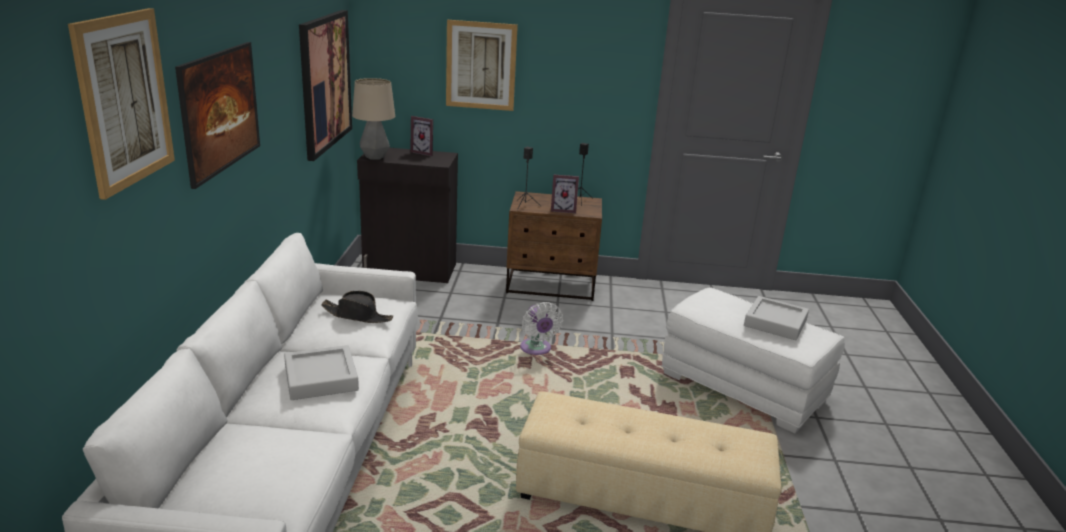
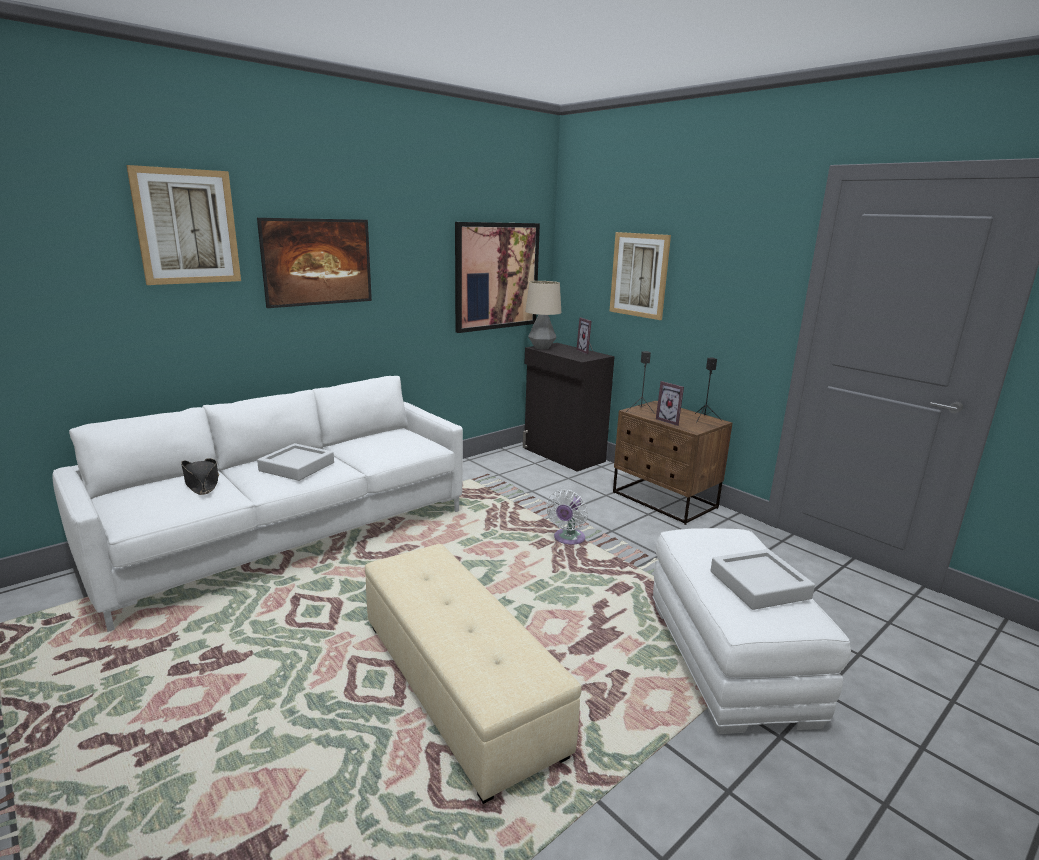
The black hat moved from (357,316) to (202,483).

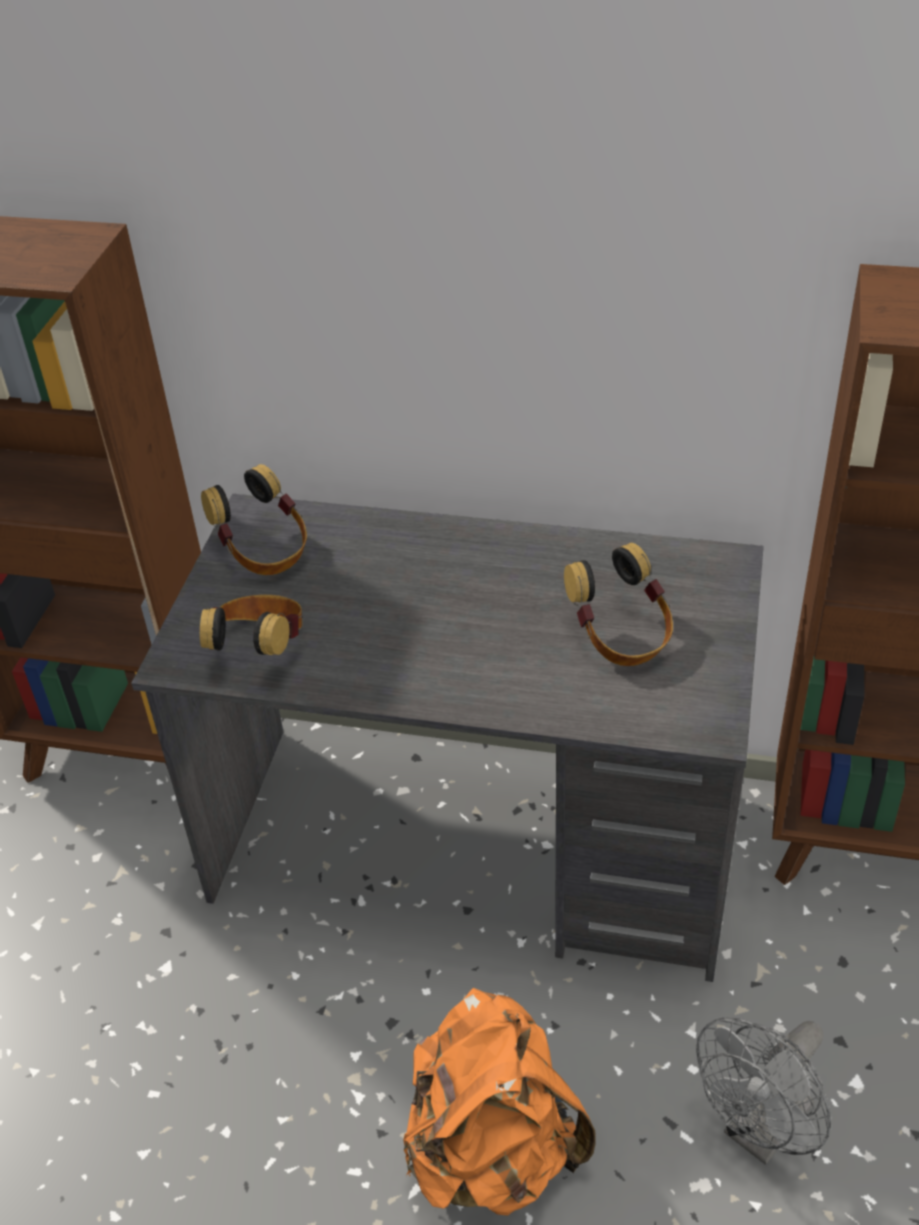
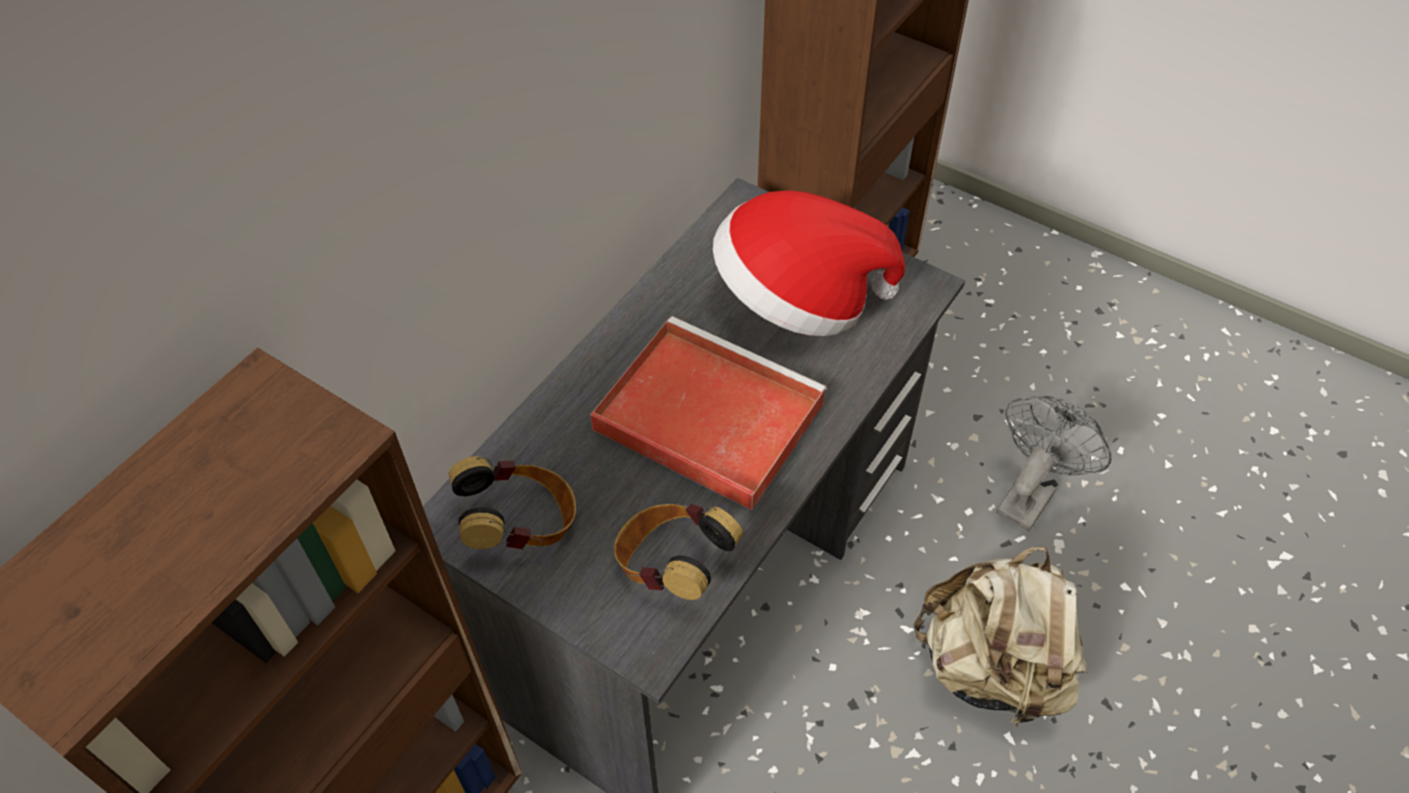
The red tray at (704,415) appeared.
The pair of headphones at (621,637) was replaced by the hat at (798,300).
The orange rucksack at (493,1149) became the beige-coloured rucksack at (992,668).
The greyish cooling fan at (761,1132) turned 120 degrees counterclockwise.

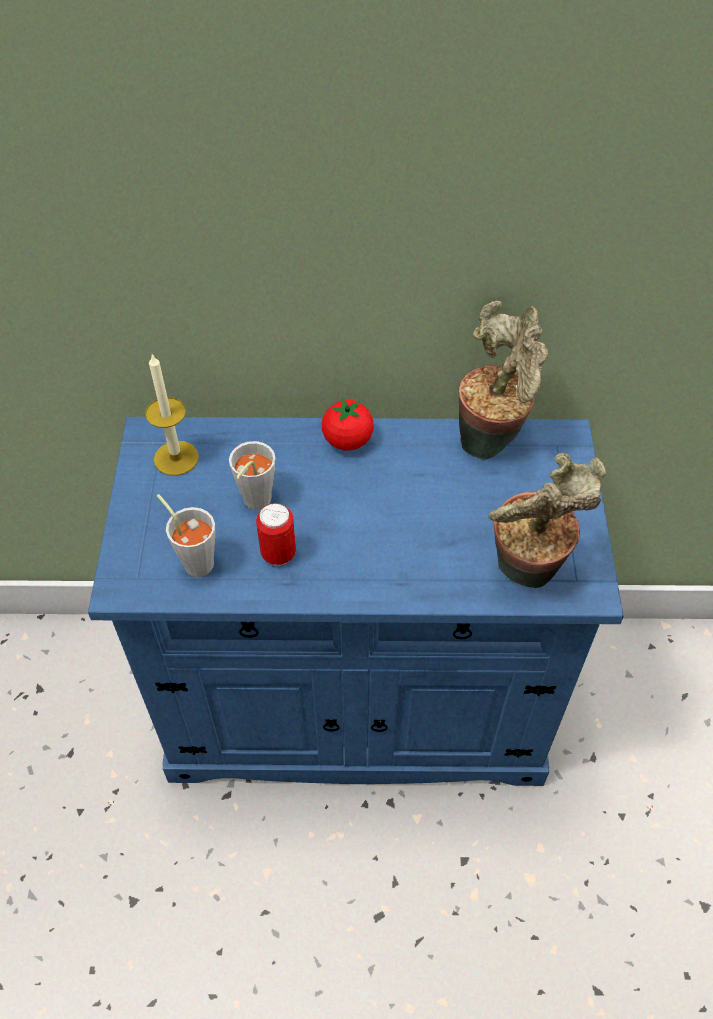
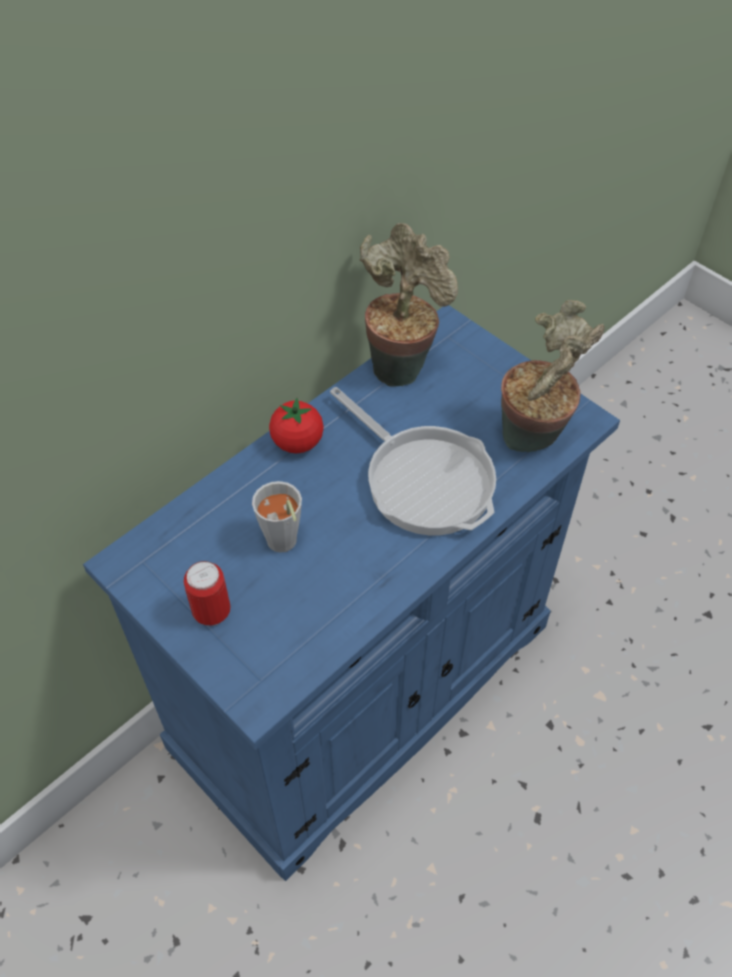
The sealed can moved from (278,554) to (212,612).
The pan at (423,479) appeared.
The wax light at (176,458) disappeared.
The greyish drinking cup at (195,560) disappeared.

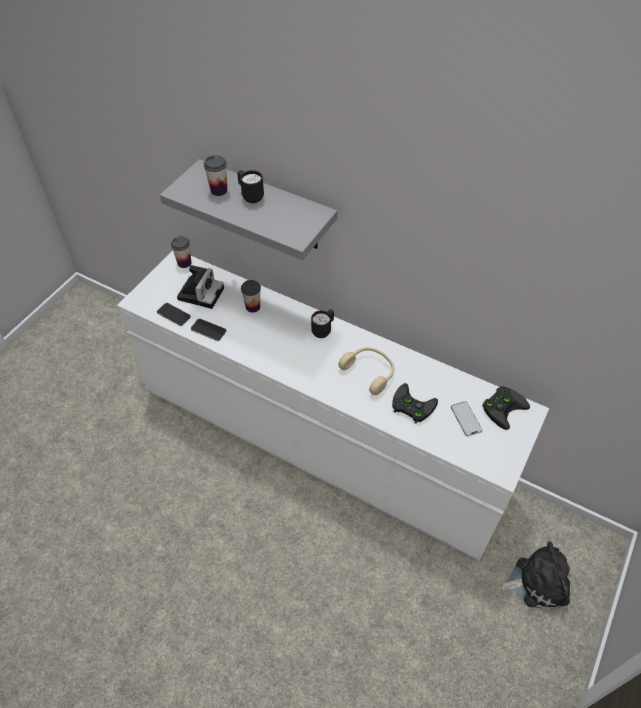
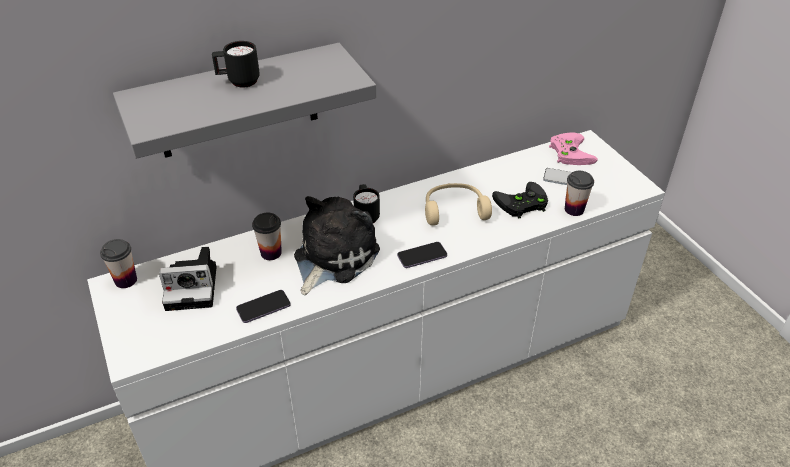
The still camera at (201,292) turned 120 degrees clockwise.
The plush toy moved from (537,581) to (332,257).
The handset moved from (174,315) to (422,256).
The black joypad at (503,407) became the pink joypad at (569,152).
The drinking cup moved from (219,190) to (574,209).

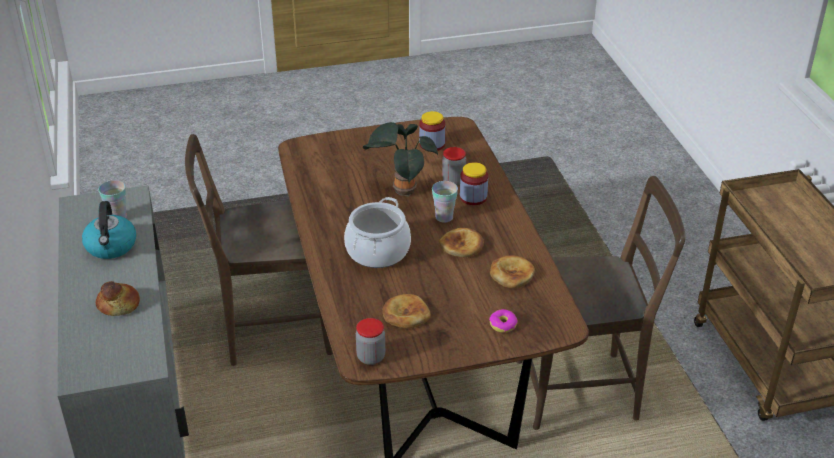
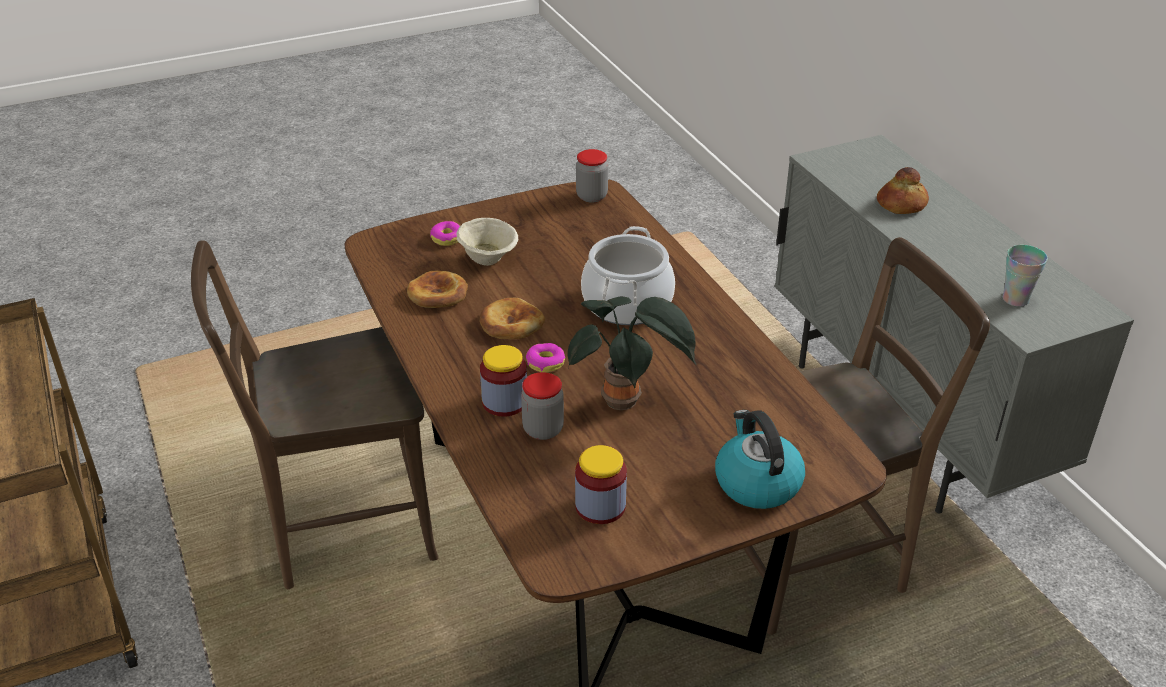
The beige-coloured serving bowl at (488,259) appeared.
The drinking cup at (444,217) was replaced by the ring doughnut at (545,363).
The water kettle moved from (111,247) to (756,482).
The baked bread at (405,314) disappeared.

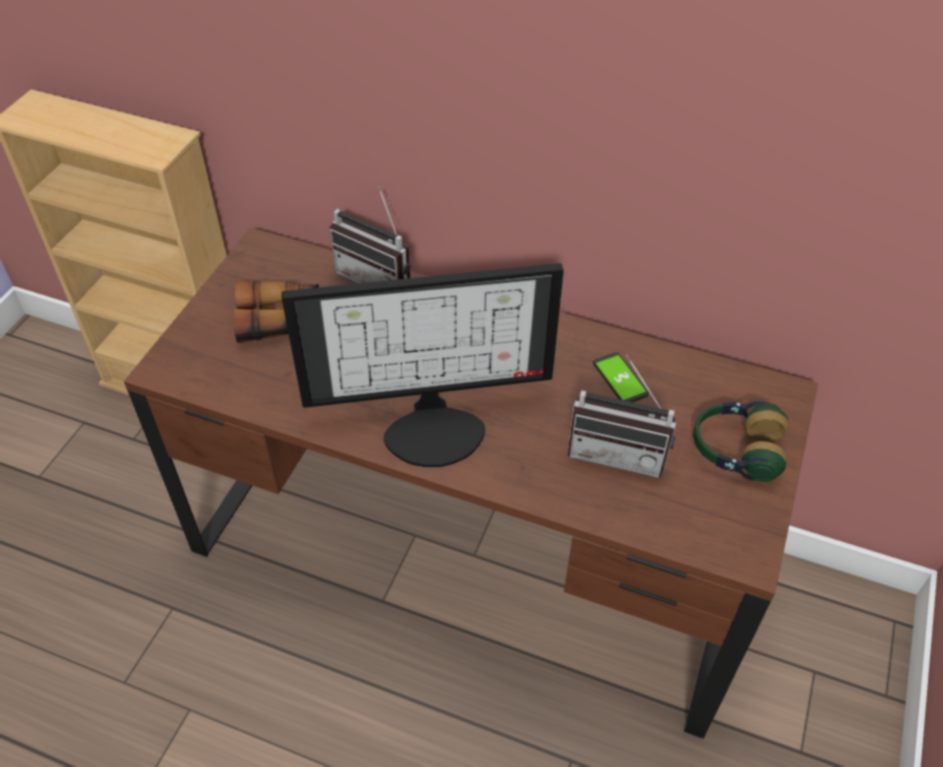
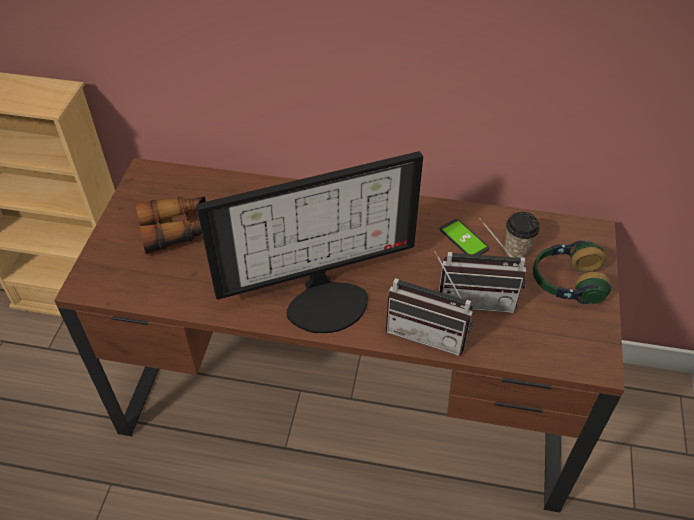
The radio moved from (380,278) to (429,330).
The drinking cup at (516,250) appeared.

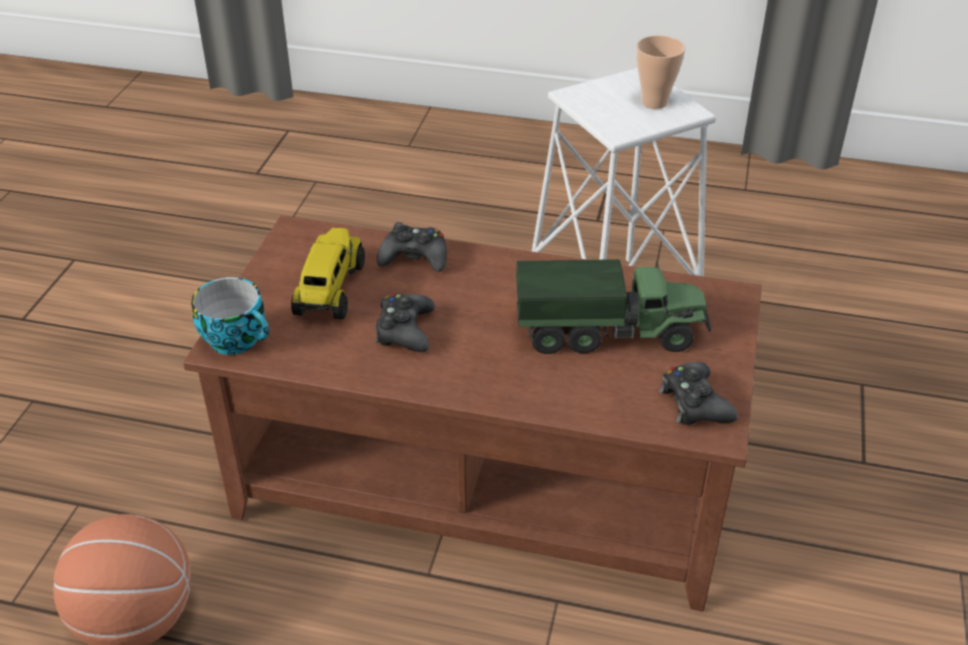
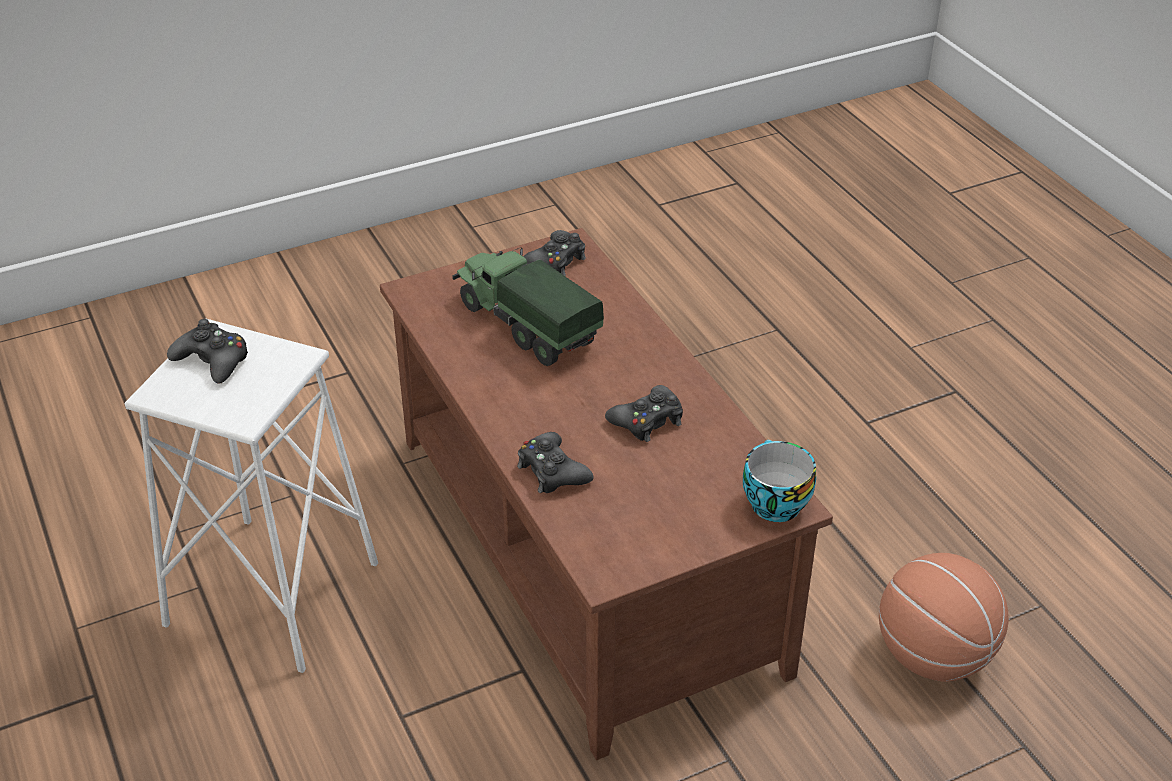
The drinking cup at (654,102) was replaced by the black joypad at (212,361).
The model truck at (329,290) disappeared.

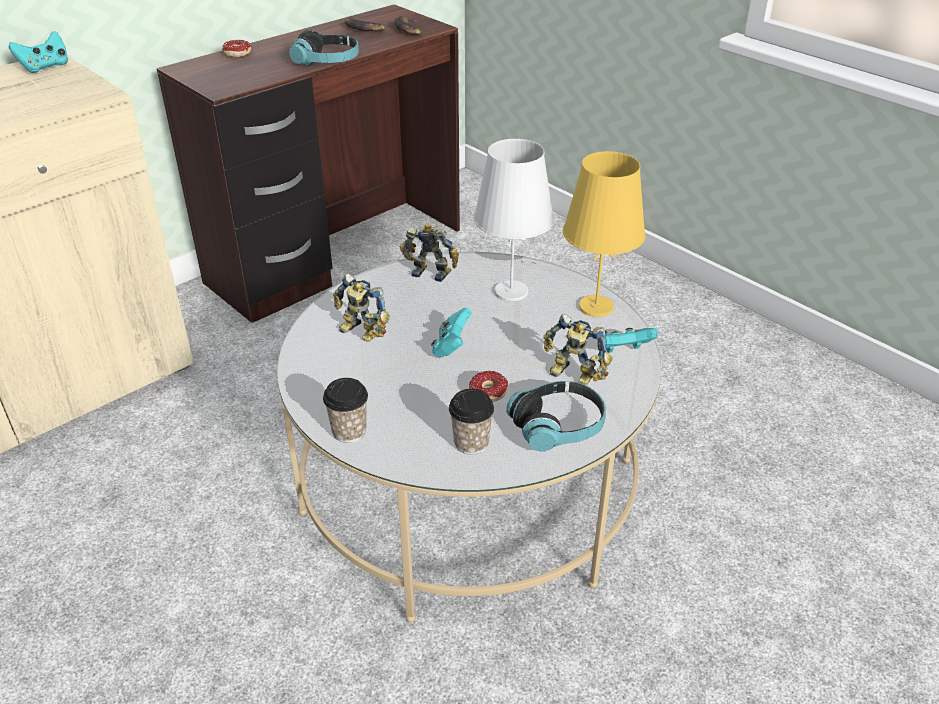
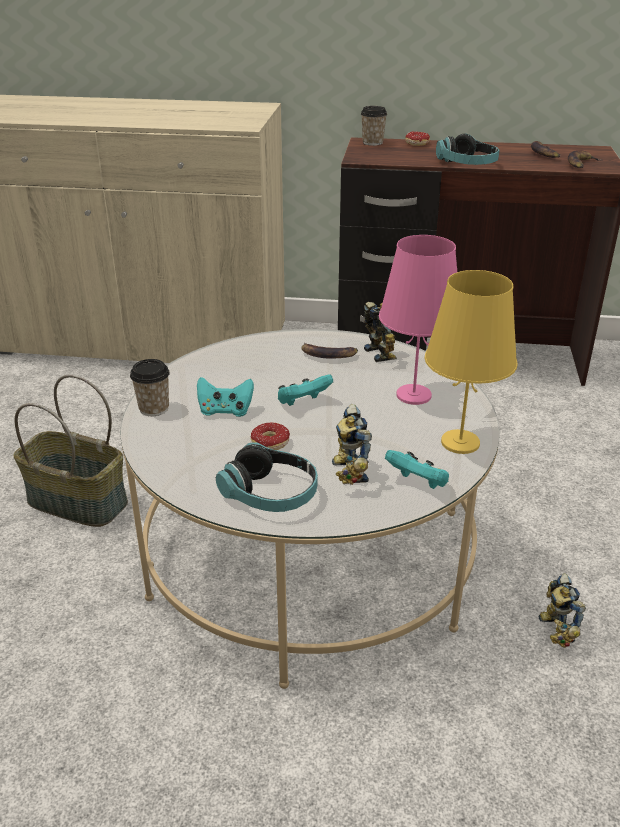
The storage basket at (76,503) appeared.
The turquoise-coloured joypad moved from (45,67) to (225,411).
The banana at (328,354) appeared.
The drinking cup moved from (471,443) to (372,143).
The white-coloured table lamp at (511,291) became the pink table lamp at (414,395).
The toy robot moved from (360,333) to (553,630).

